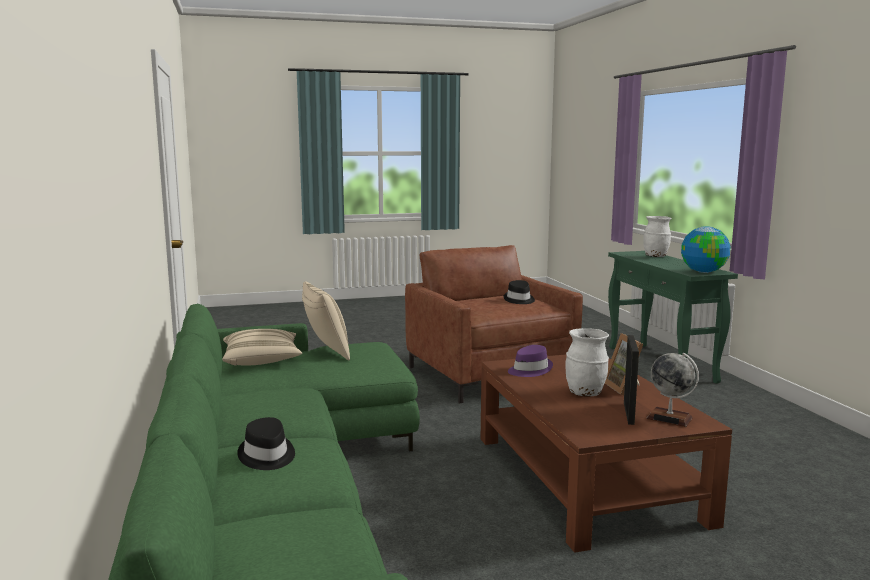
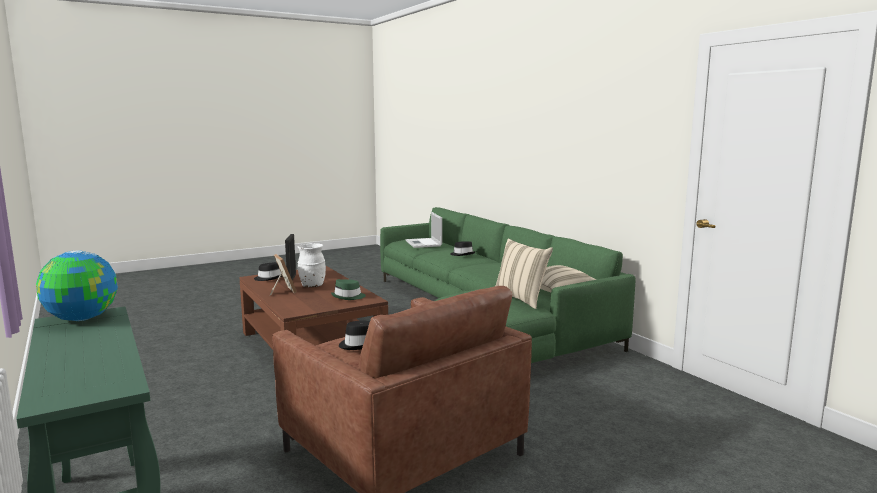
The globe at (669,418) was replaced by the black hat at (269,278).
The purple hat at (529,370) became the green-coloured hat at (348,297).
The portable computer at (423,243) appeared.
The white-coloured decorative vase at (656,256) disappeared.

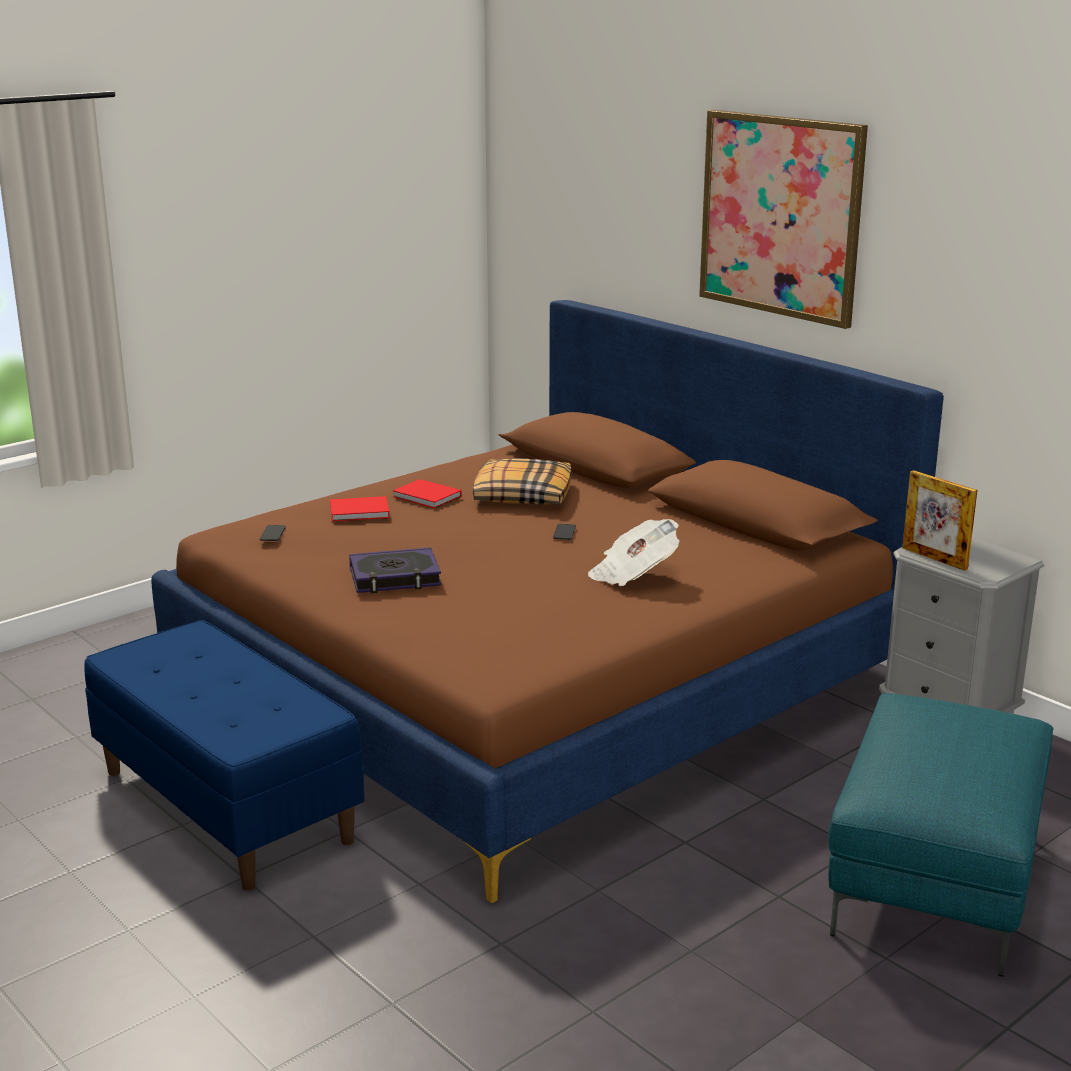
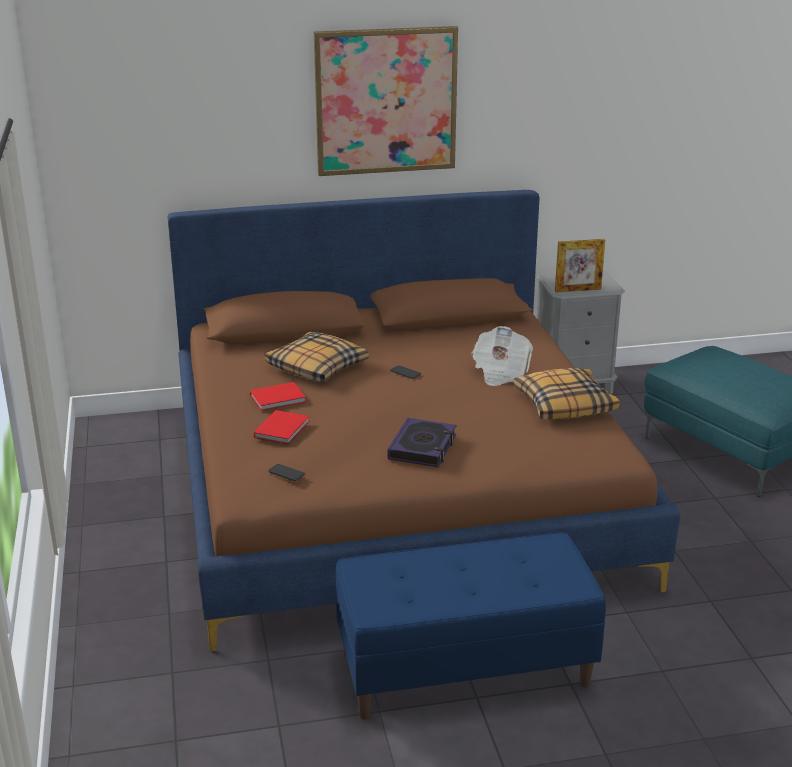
The cushion at (564,404) appeared.

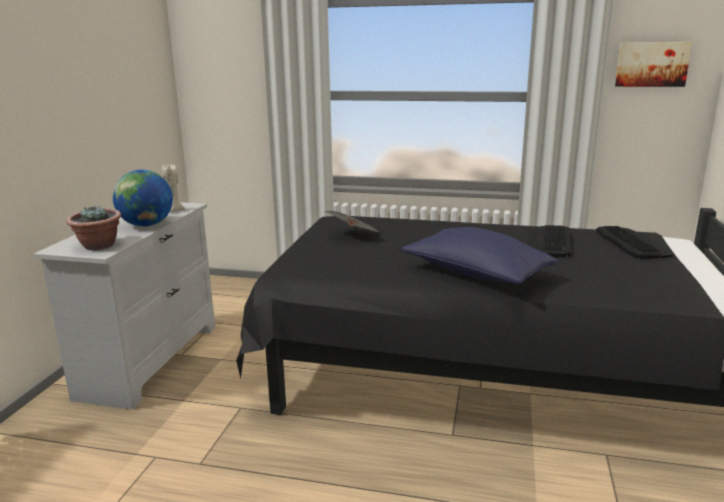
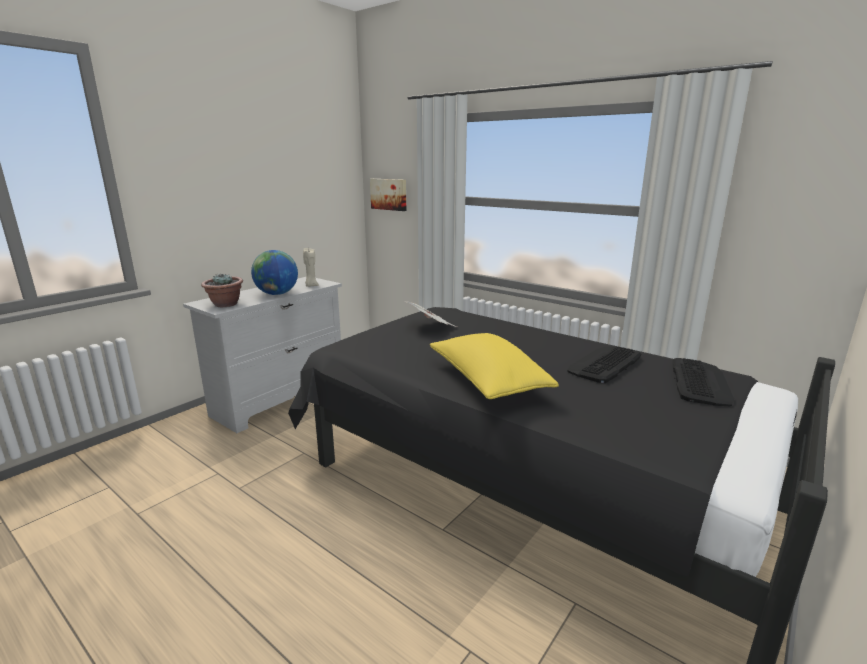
The wall art moved from (651,64) to (389,194).
The blue cushion at (476,274) became the yellow-coloured cushion at (487,381).

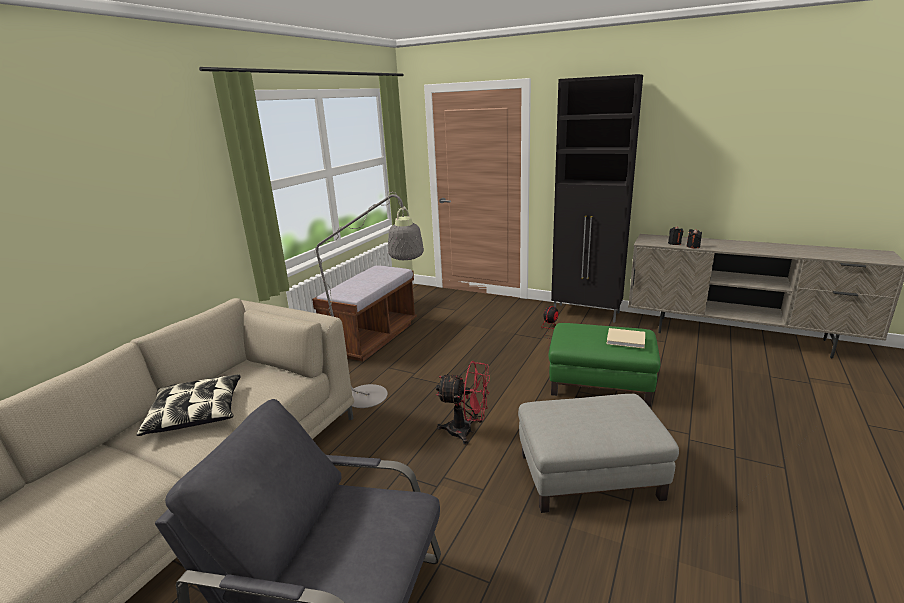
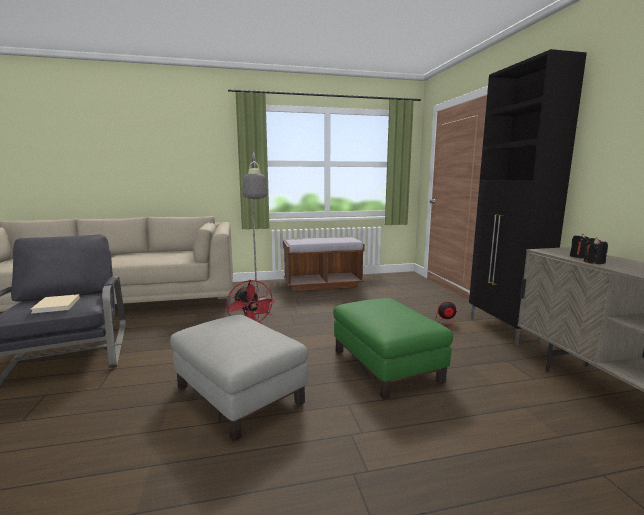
The beige-coloured volume moved from (627,340) to (56,305).
The cushion at (196,413) disappeared.

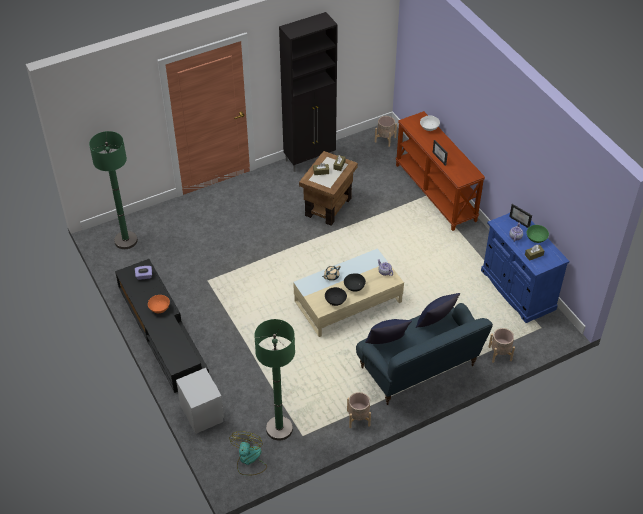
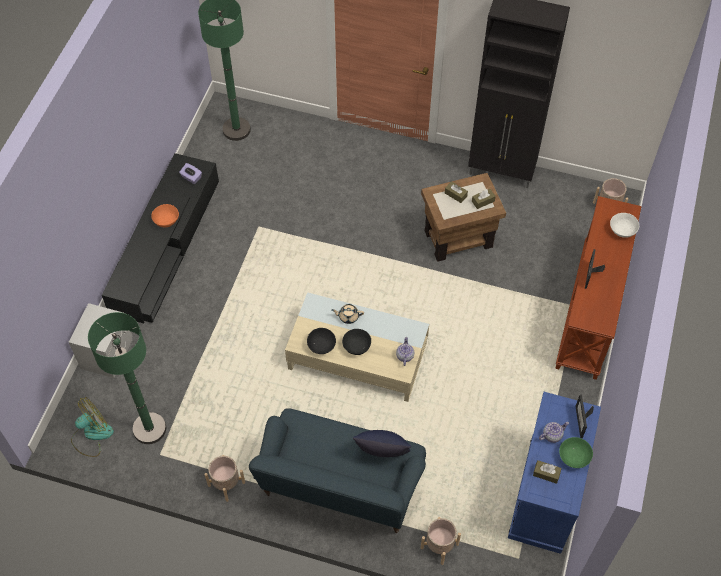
The blue cushion at (387,344) disappeared.

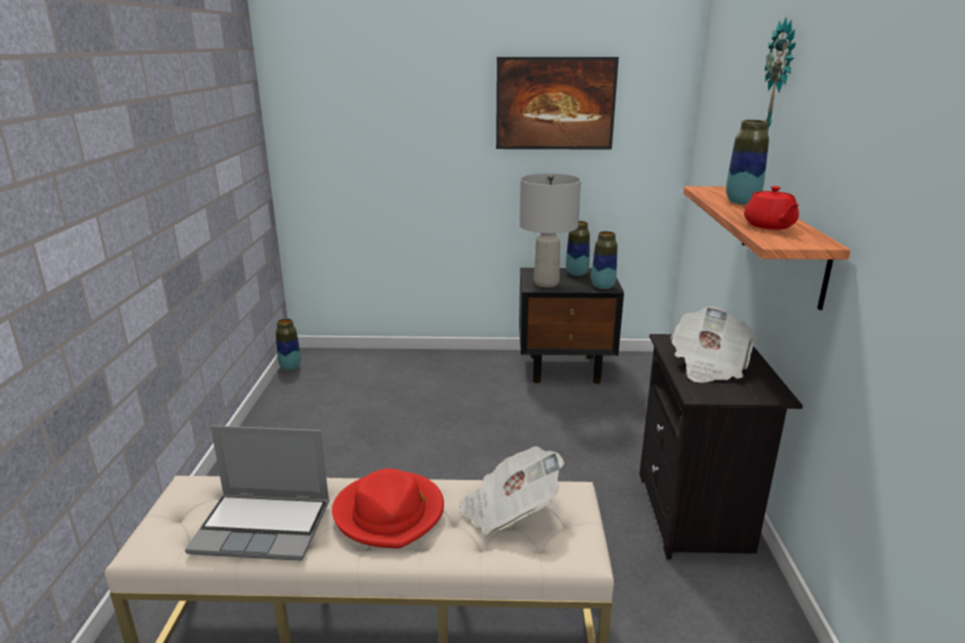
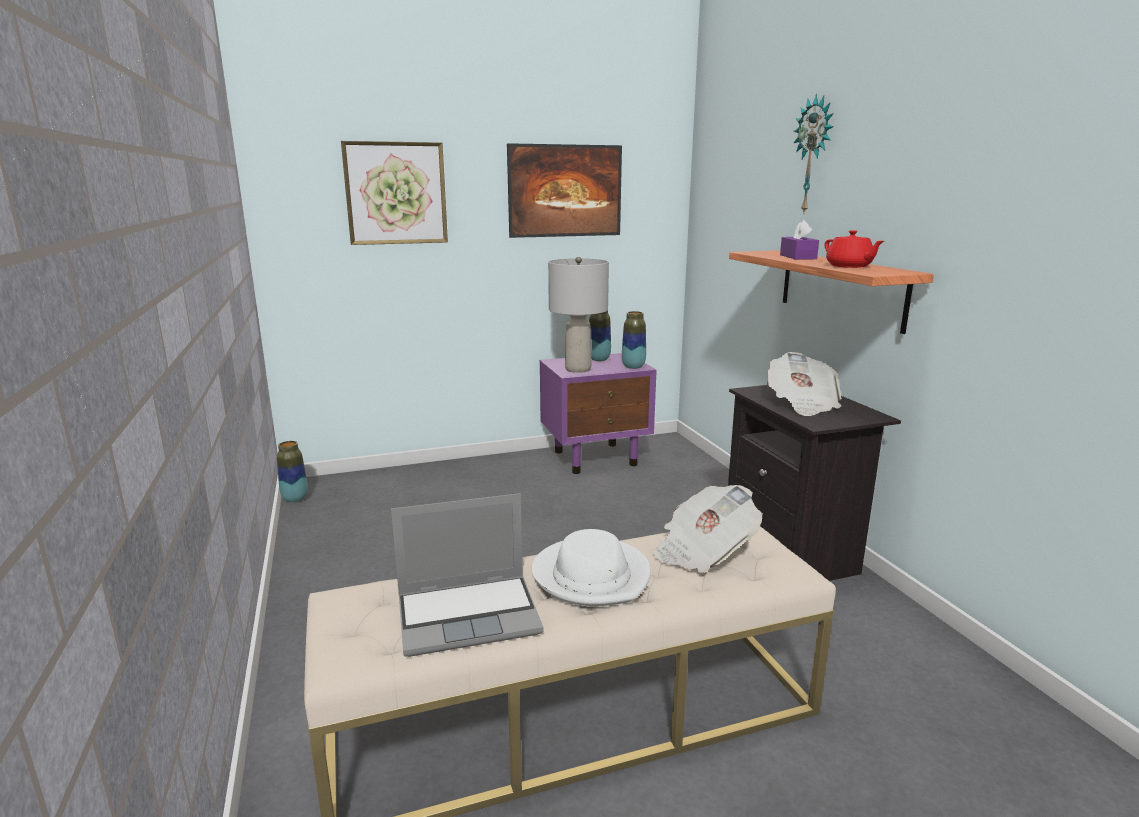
The wall art at (396,193) appeared.
The red hat at (390,513) became the white-coloured hat at (592,576).
The black nightstand at (565,368) became the purple nightstand at (596,458).
The decorative vase at (742,202) was replaced by the purple tissue holder at (798,257).

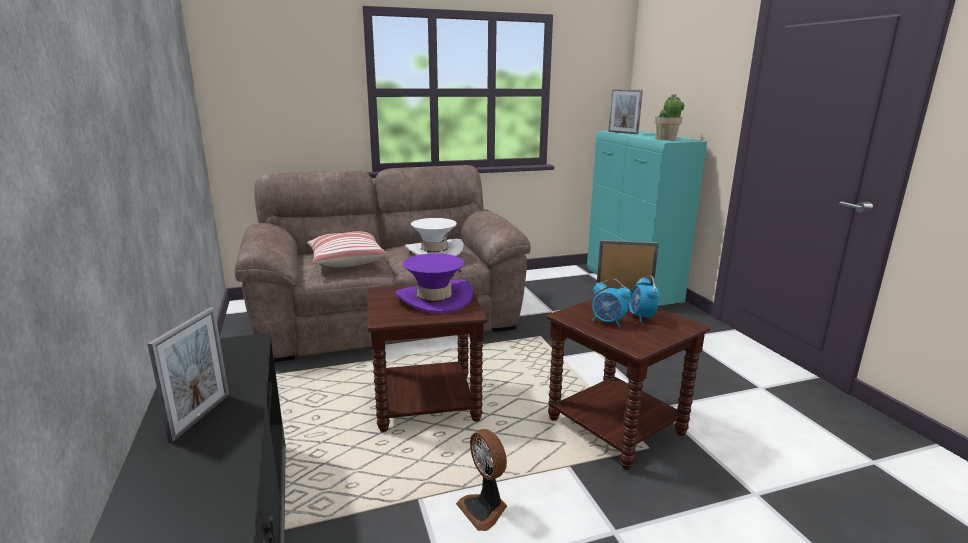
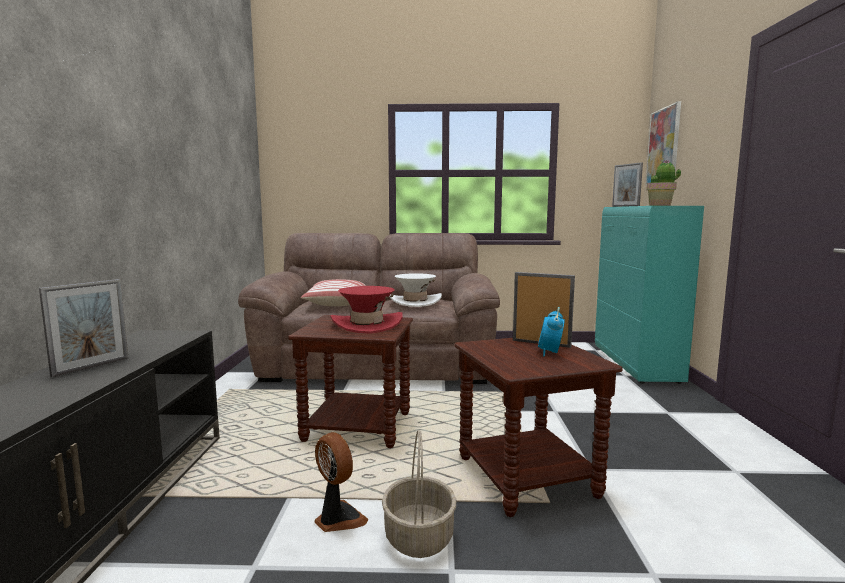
The cooling fan at (484,509) turned 150 degrees clockwise.
The purple hat at (434,298) became the red hat at (367,324).
The storage basket at (418,536) appeared.
The wall art at (663,146) appeared.
The bedside clock at (608,322) disappeared.

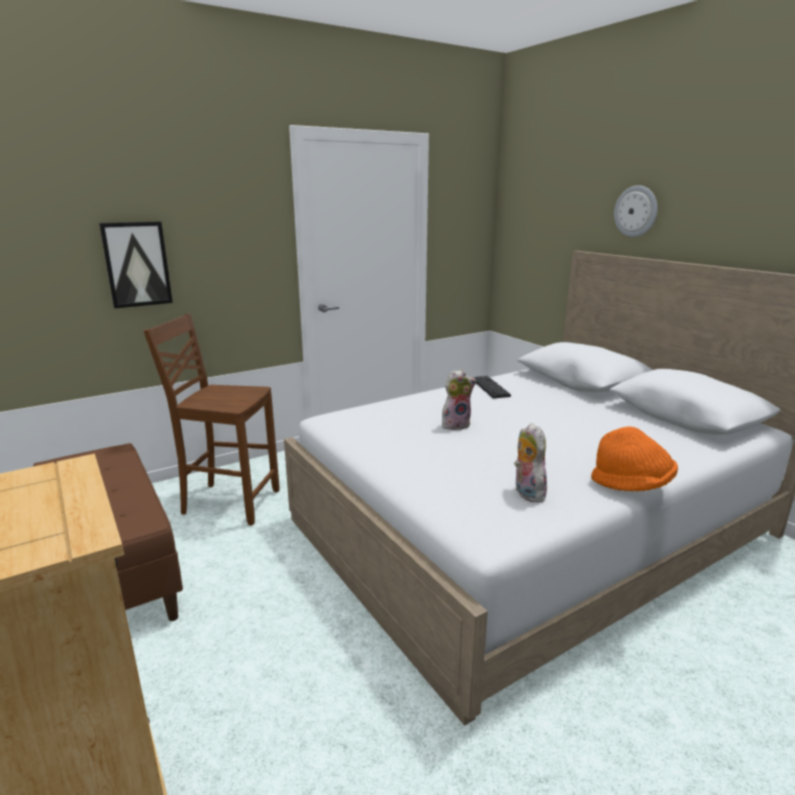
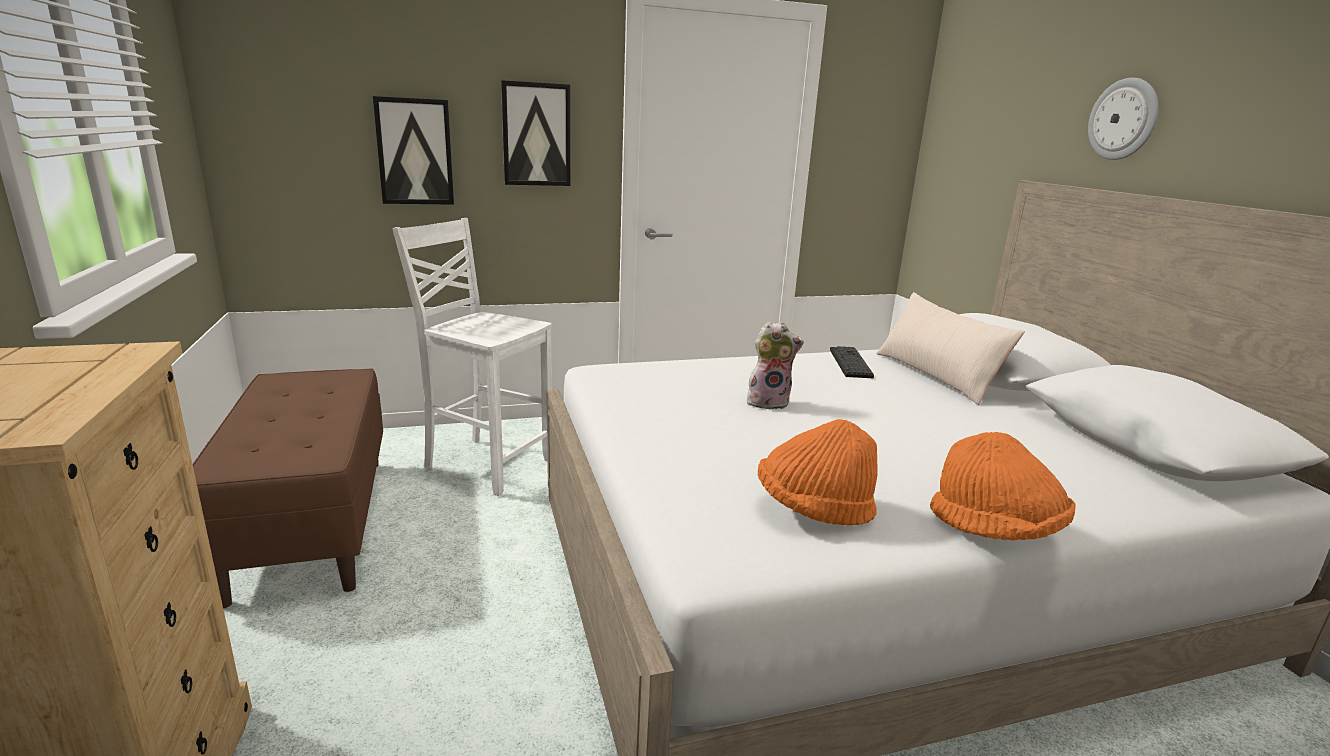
The brownish upright chair at (229,502) became the white-coloured upright chair at (486,463).
The wall art at (536,134) appeared.
The plush toy at (526,493) was replaced by the orange hat at (813,509).
The beige-coloured cushion at (936,375) appeared.

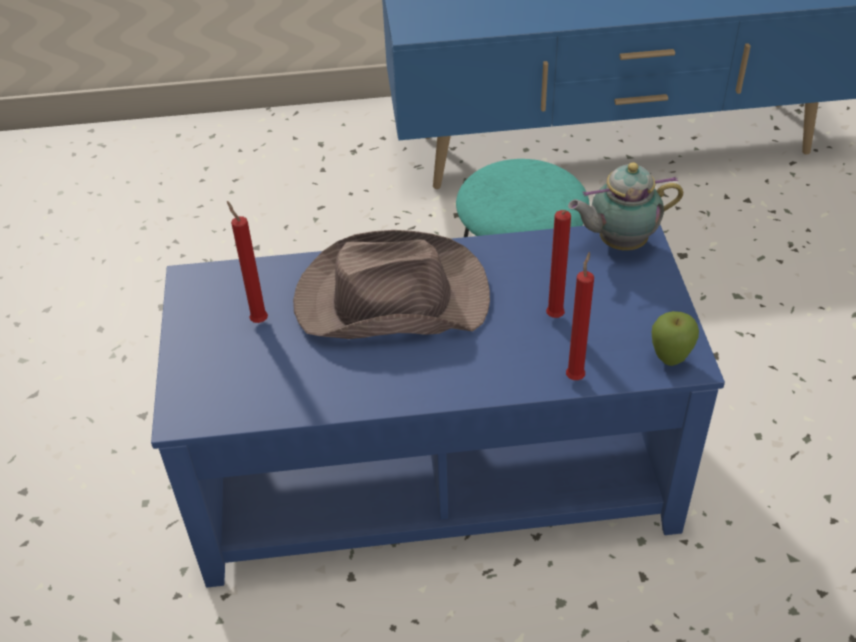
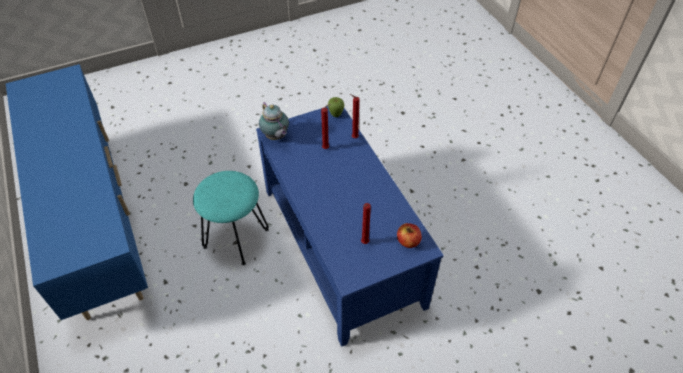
The apple fruit at (408,241) appeared.
The brownish hat at (389,298) disappeared.

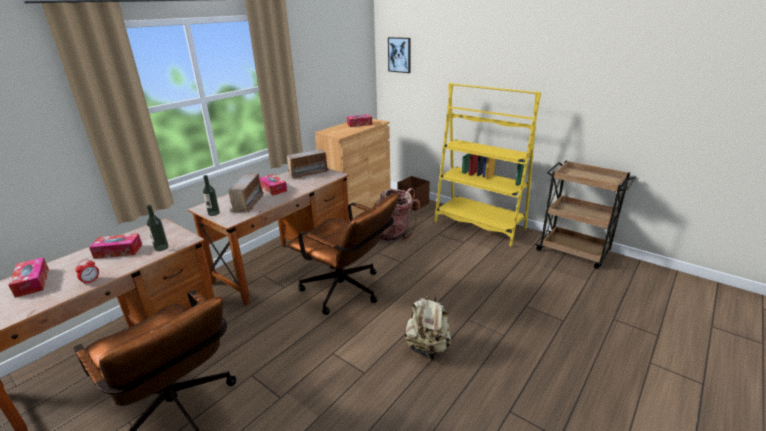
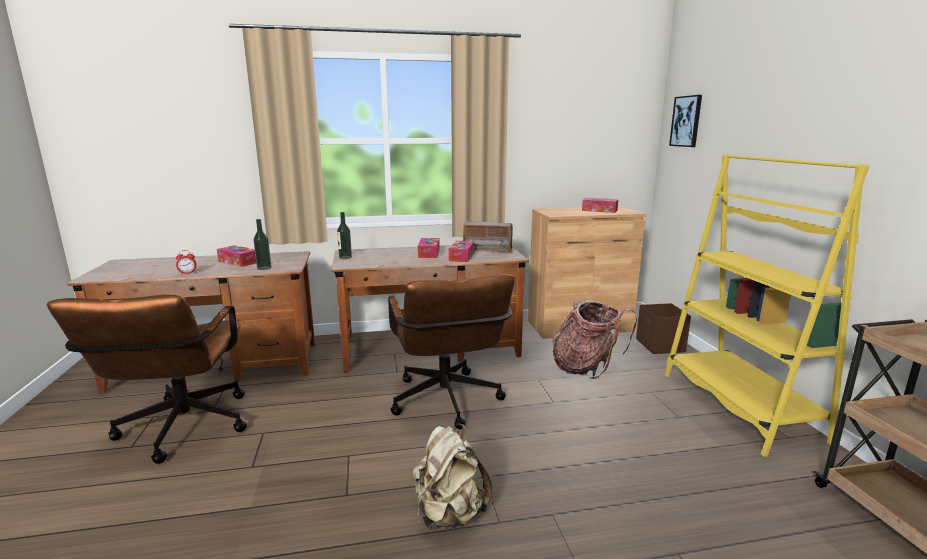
The tissue holder moved from (32,282) to (461,257).
The radio at (248,203) disappeared.

